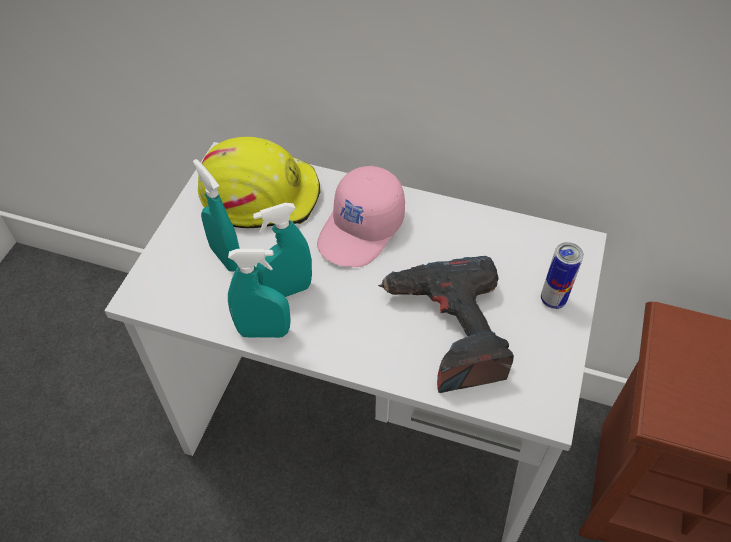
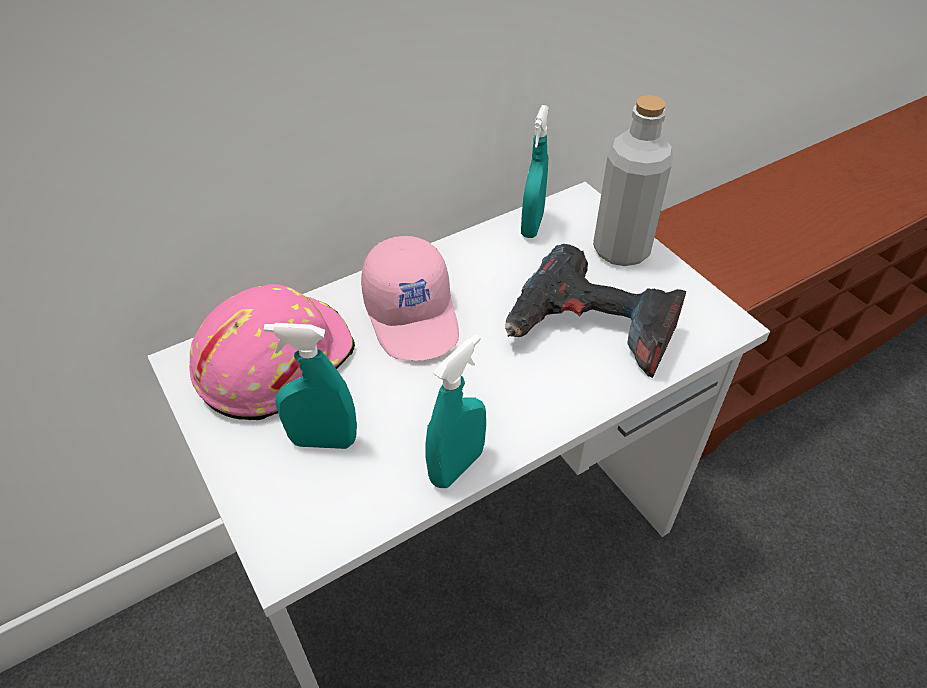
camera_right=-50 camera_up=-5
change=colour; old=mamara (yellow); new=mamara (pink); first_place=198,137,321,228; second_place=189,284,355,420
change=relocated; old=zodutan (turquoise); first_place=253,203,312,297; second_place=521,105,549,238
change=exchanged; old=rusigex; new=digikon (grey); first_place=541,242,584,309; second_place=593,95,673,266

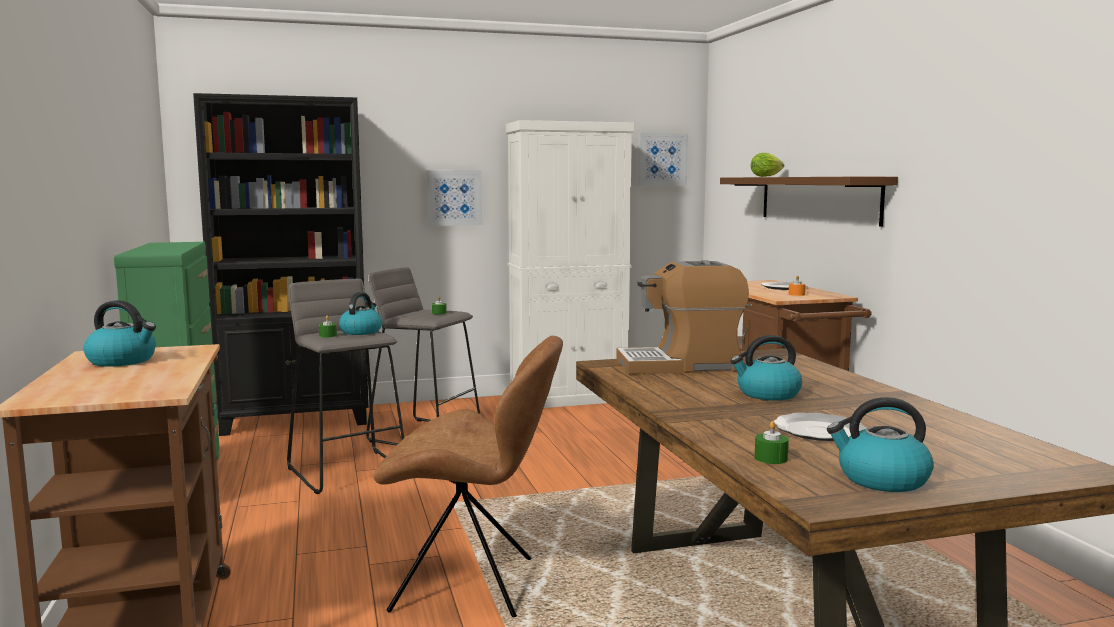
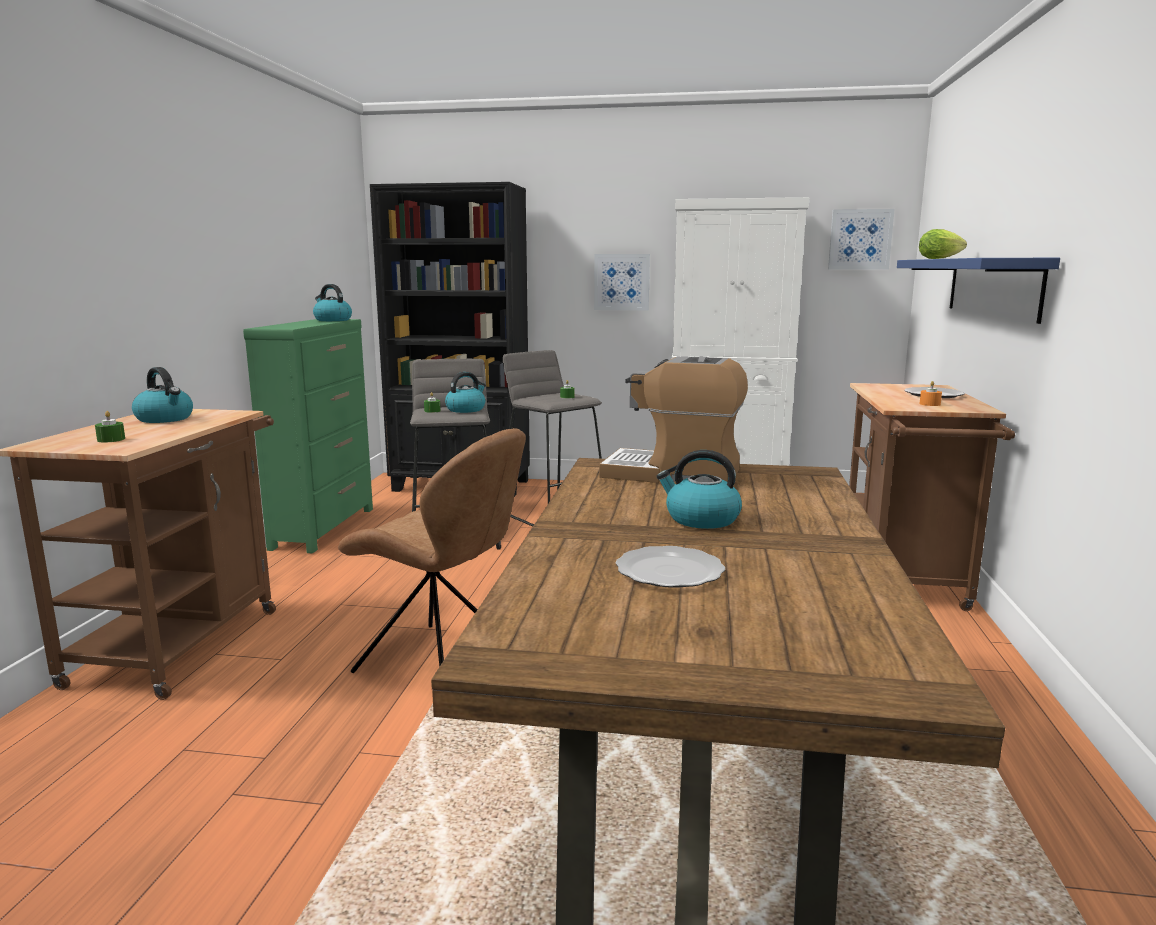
camera_right=25 camera_up=5
change=colour; old=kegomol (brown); new=kegomol (blue); first_place=720,177,898,227; second_place=897,258,1060,324
change=relocated; old=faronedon; first_place=827,397,934,492; second_place=313,284,352,321
change=relocated; old=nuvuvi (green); first_place=755,421,789,464; second_place=95,411,125,443

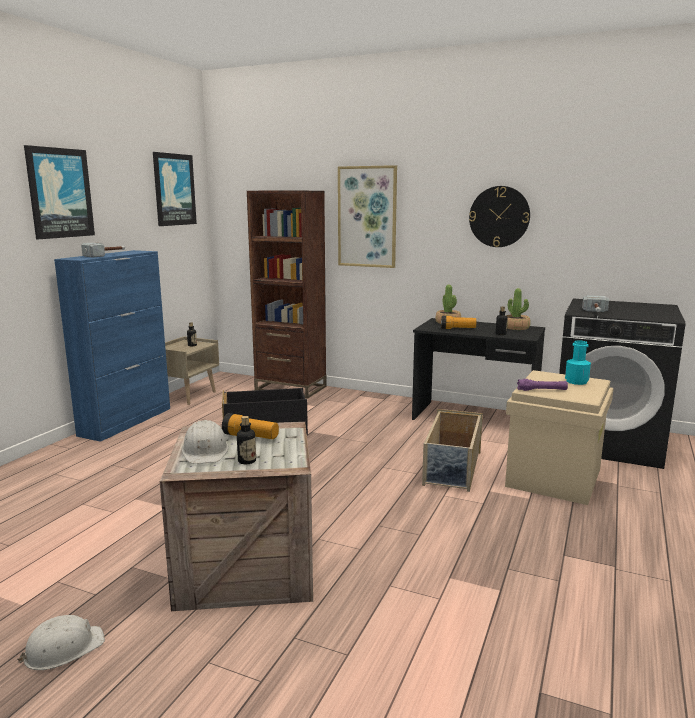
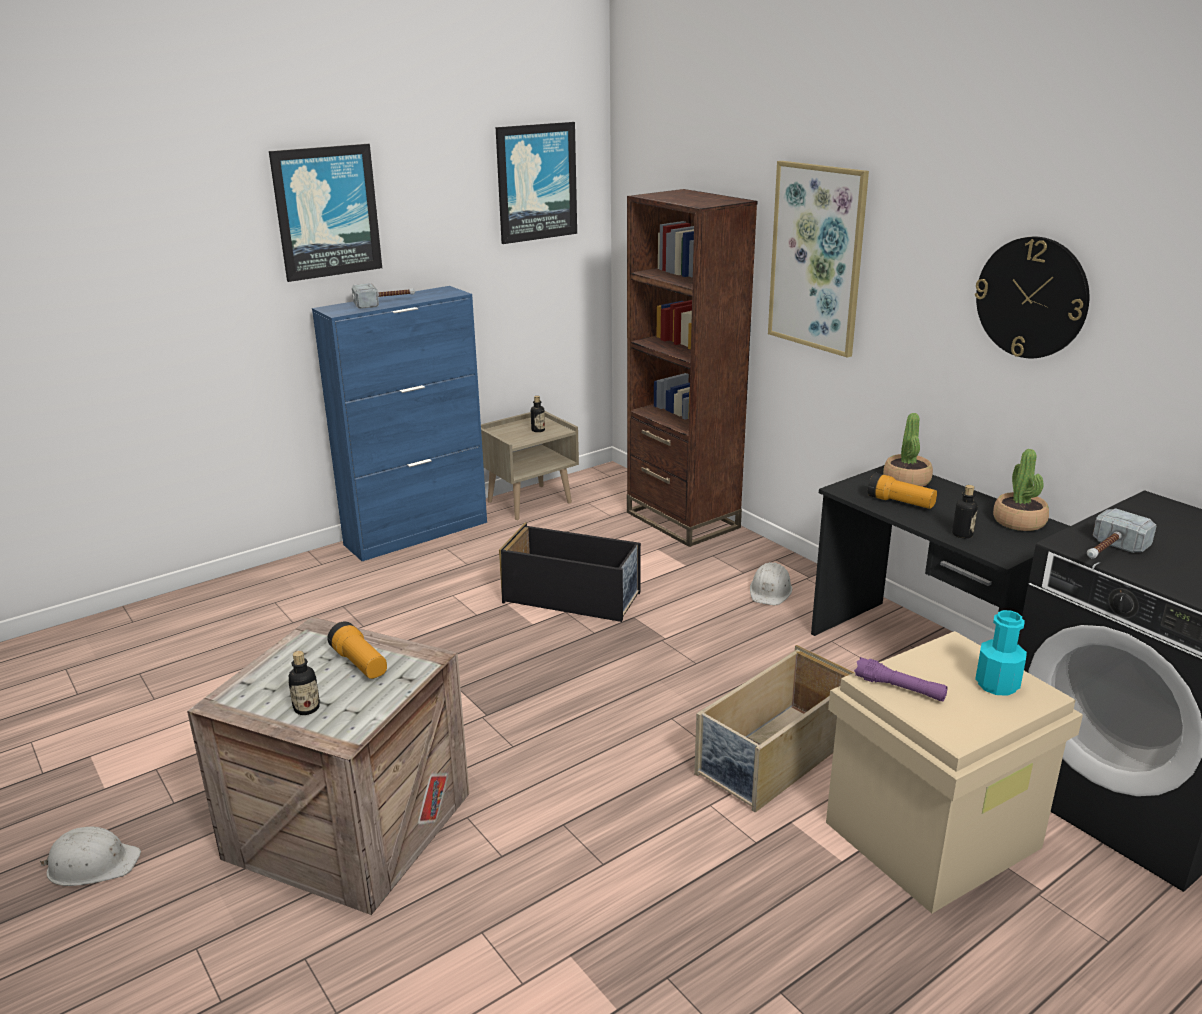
camera_right=30 camera_up=10
change=relocated; old=mamara (white); first_place=182,420,229,464; second_place=750,562,792,605

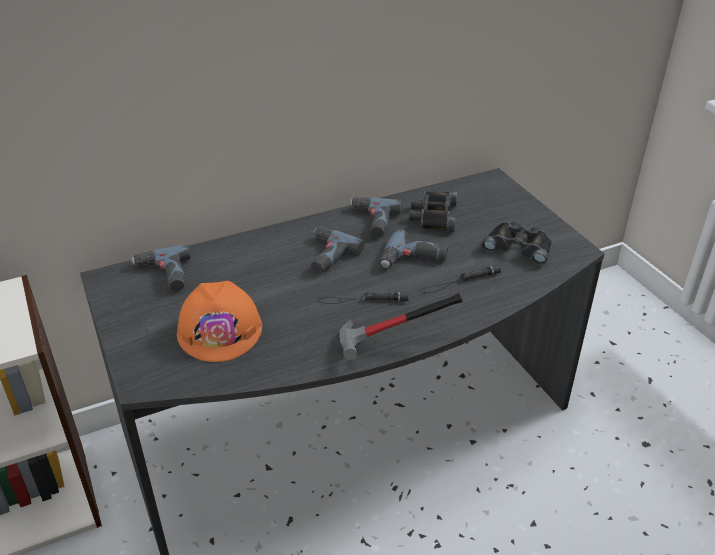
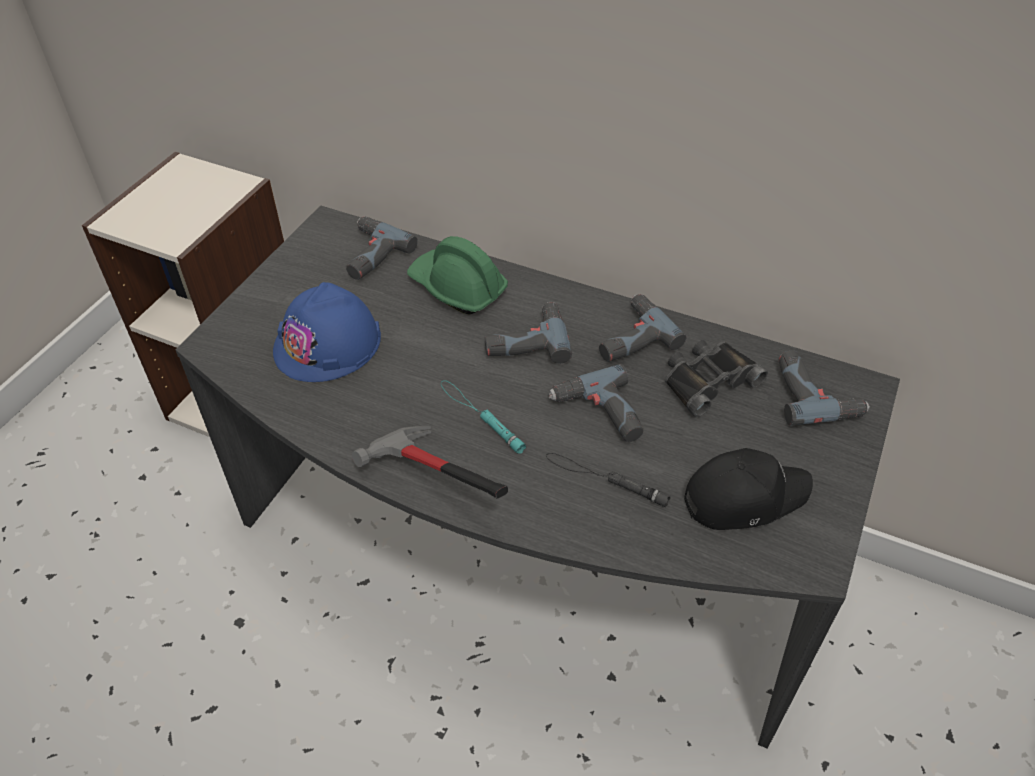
camera_right=50 camera_up=10
change=exchanged; old=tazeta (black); new=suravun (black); first_place=481,222,552,266; second_place=684,448,813,530
change=colour; old=mamara (orange); new=mamara (blue); first_place=177,281,262,362; second_place=273,282,381,382
change=colour; old=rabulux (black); new=rabulux (turquoise); first_place=317,292,409,304; second_place=441,380,526,454
change=appeared; new=mamara (green); second_place=407,236,508,315
change=appeared; new=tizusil; second_place=779,350,870,425

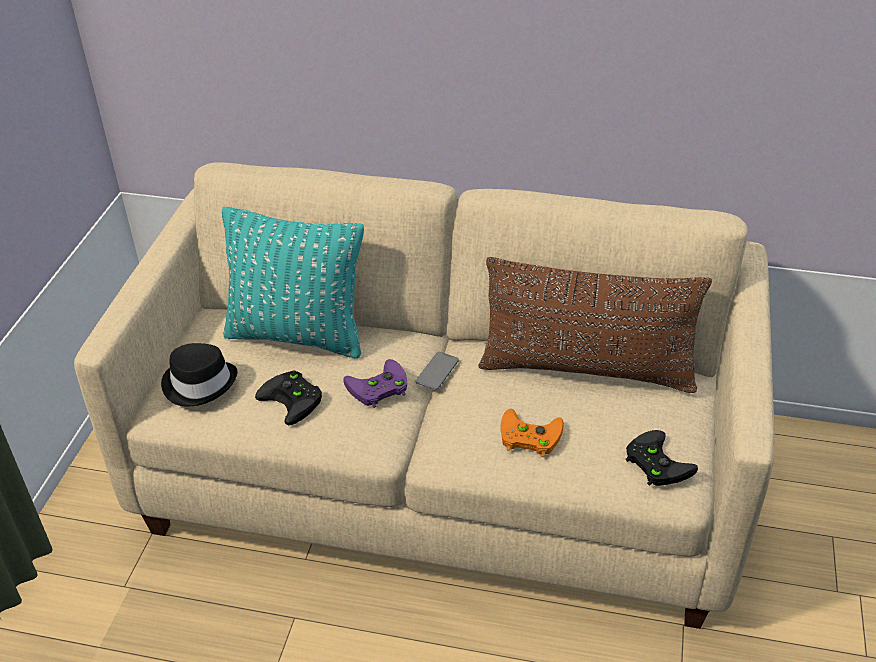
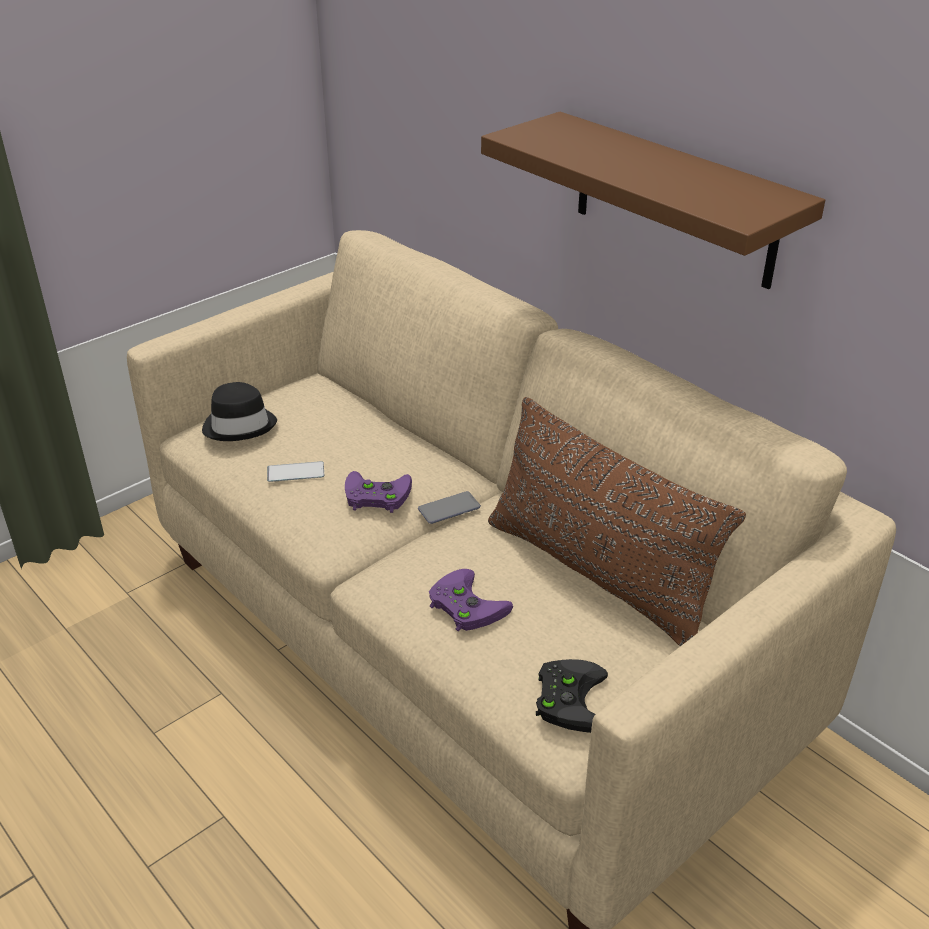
camera_right=35 camera_up=-5
change=missing; old=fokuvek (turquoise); first_place=222,207,364,358
change=exchanged; old=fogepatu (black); new=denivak; first_place=255,371,322,426; second_place=267,461,324,482
change=colour; old=fogepatu (orange); new=fogepatu (purple); first_place=501,409,564,457; second_place=429,569,513,632
change=appeared; new=kegomol (brown); second_place=481,112,825,289

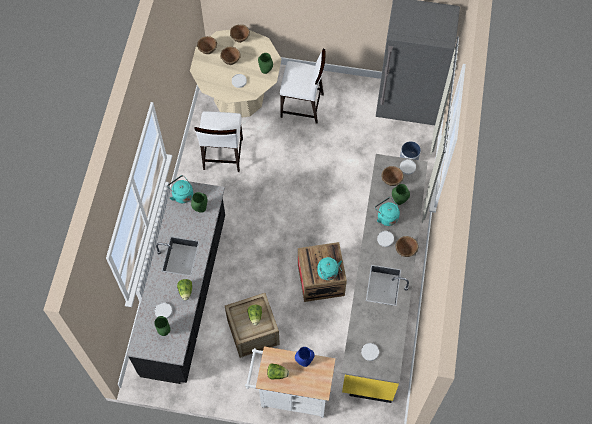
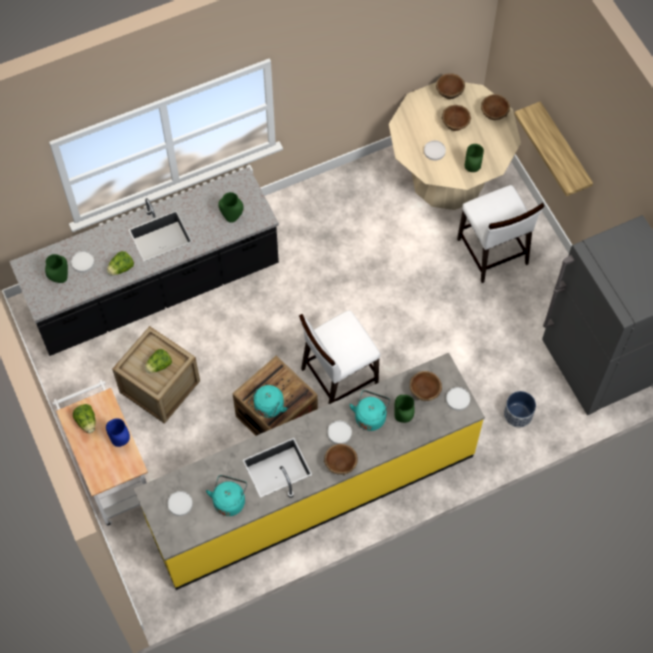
camera_right=55 camera_up=0
change=relocated; old=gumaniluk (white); first_place=195,111,243,172; second_place=299,310,381,404
change=relocated; old=faronedon (turquoise); first_place=167,175,193,203; second_place=206,475,247,516
change=appeared; new=kegomol; second_place=514,101,593,197

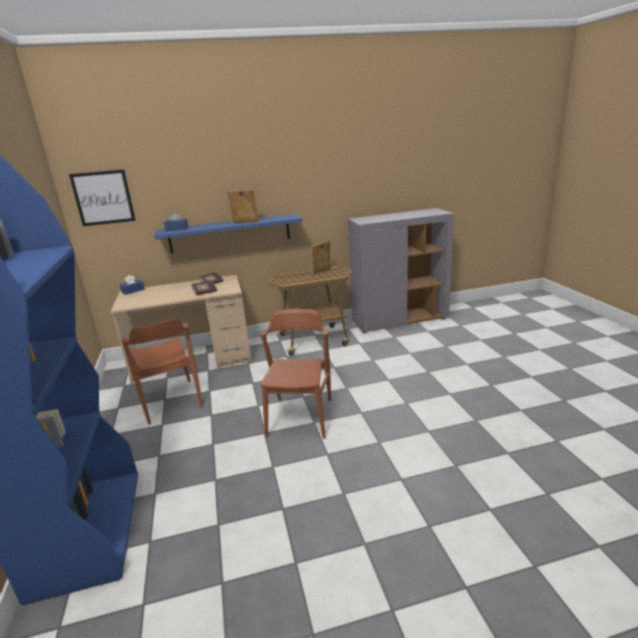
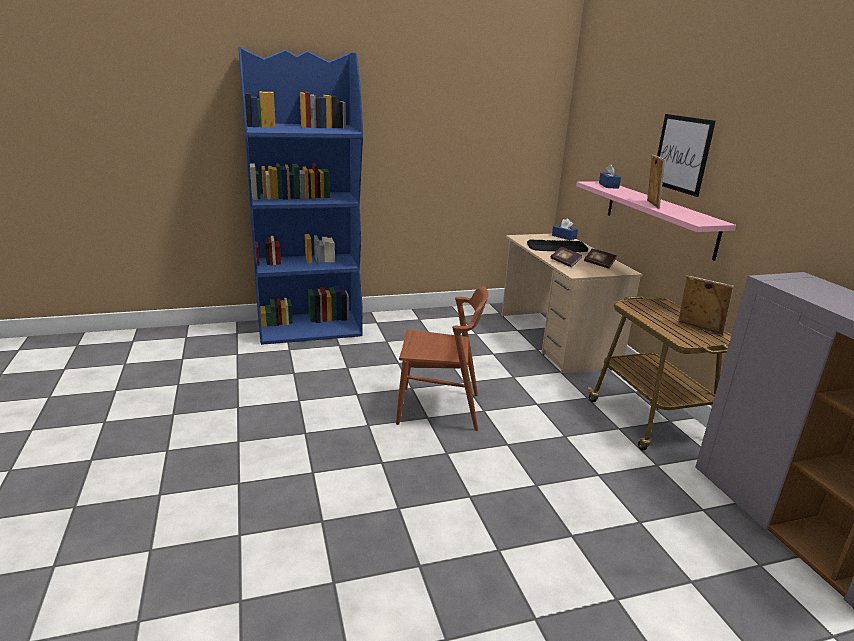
camera_right=85 camera_up=0
change=relocated; old=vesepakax; first_place=69,169,136,226; second_place=657,114,716,197
change=colour; old=kegomol (blue); new=kegomol (pink); first_place=154,214,302,254; second_place=576,181,736,261
change=missing; old=gumaniluk (brown); first_place=121,319,203,425
change=appeared; new=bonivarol; second_place=527,240,588,252

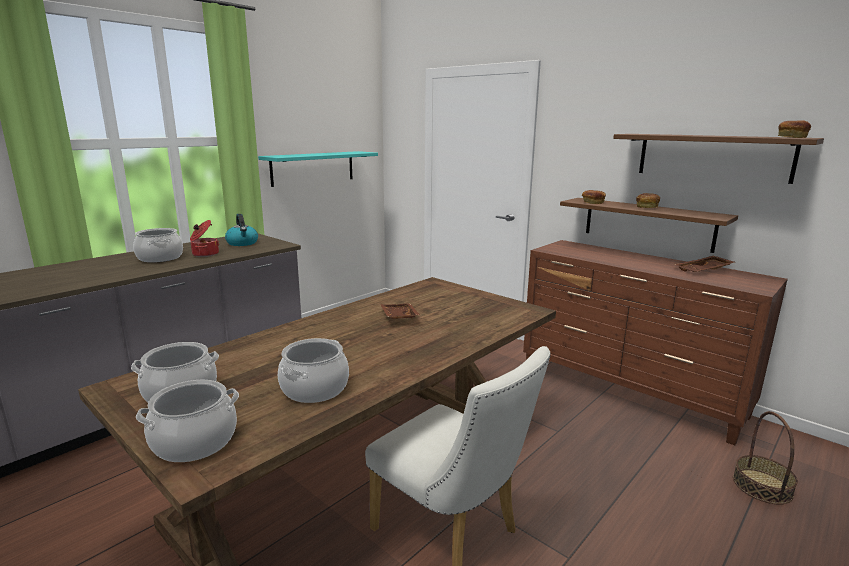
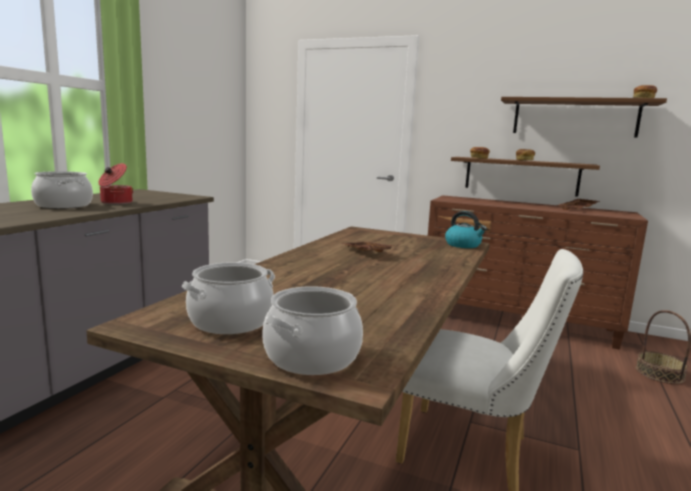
camera_right=-20 camera_up=-5
change=missing; old=kegomol (turquoise); first_place=258,151,378,187
change=relocated; old=faronedon; first_place=225,214,258,246; second_place=445,211,487,248
change=missing; old=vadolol; first_place=278,338,349,403

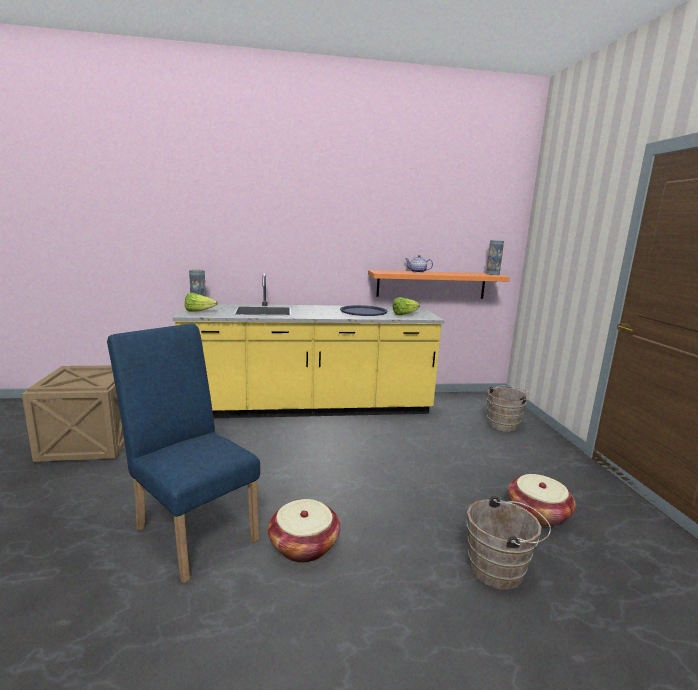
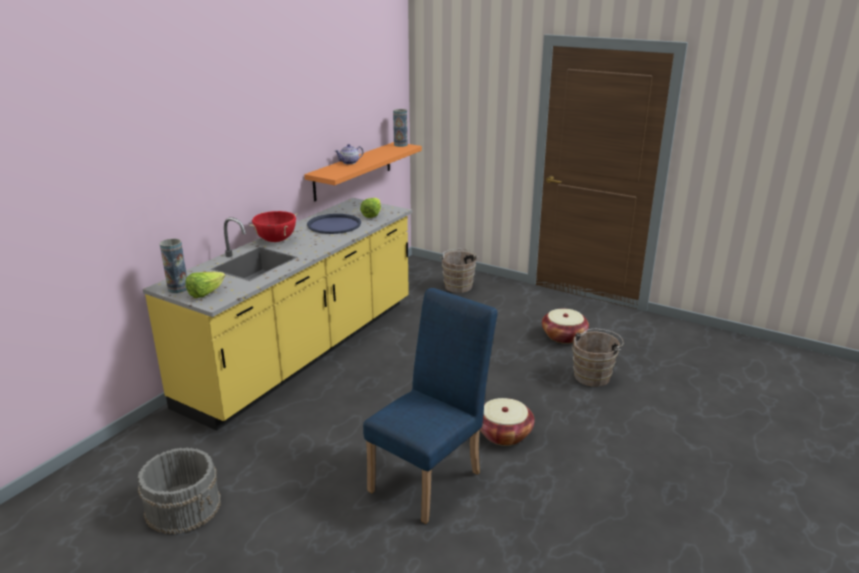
camera_right=-50 camera_up=10
change=spun; old=gumaniluk (blue); first_place=107,323,260,584; second_place=363,288,498,524; degrees=135
change=exchanged; old=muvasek; new=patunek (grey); first_place=22,365,125,462; second_place=138,448,221,534
change=appeared; new=vadolol (red); second_place=249,211,298,242

